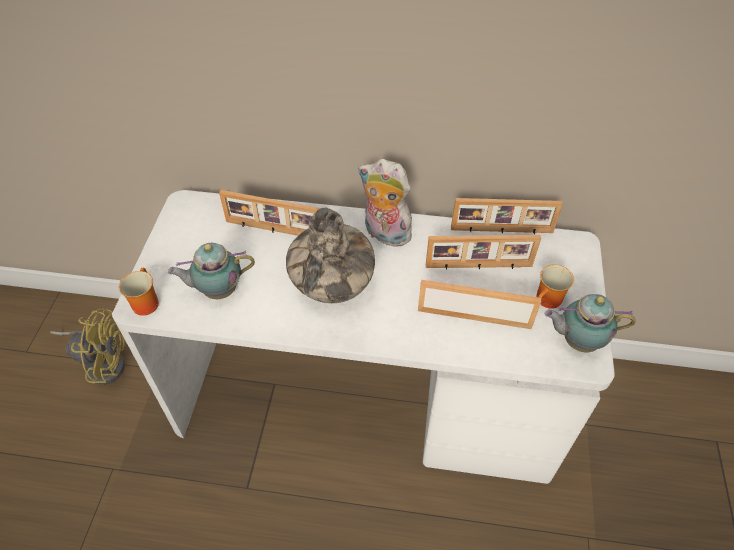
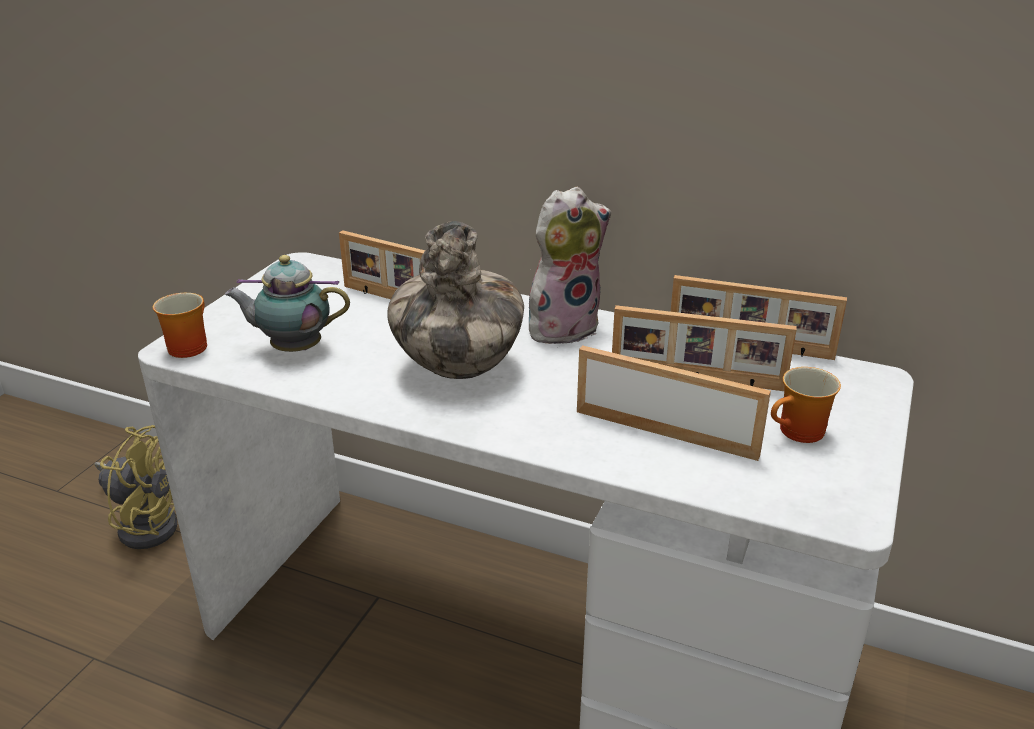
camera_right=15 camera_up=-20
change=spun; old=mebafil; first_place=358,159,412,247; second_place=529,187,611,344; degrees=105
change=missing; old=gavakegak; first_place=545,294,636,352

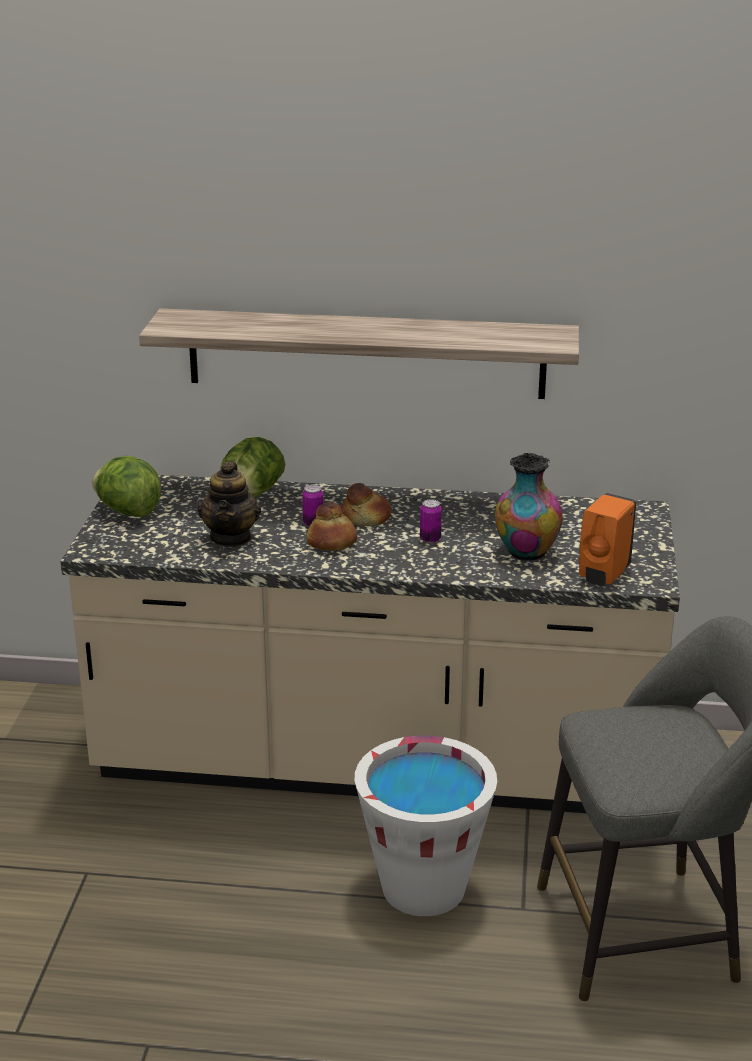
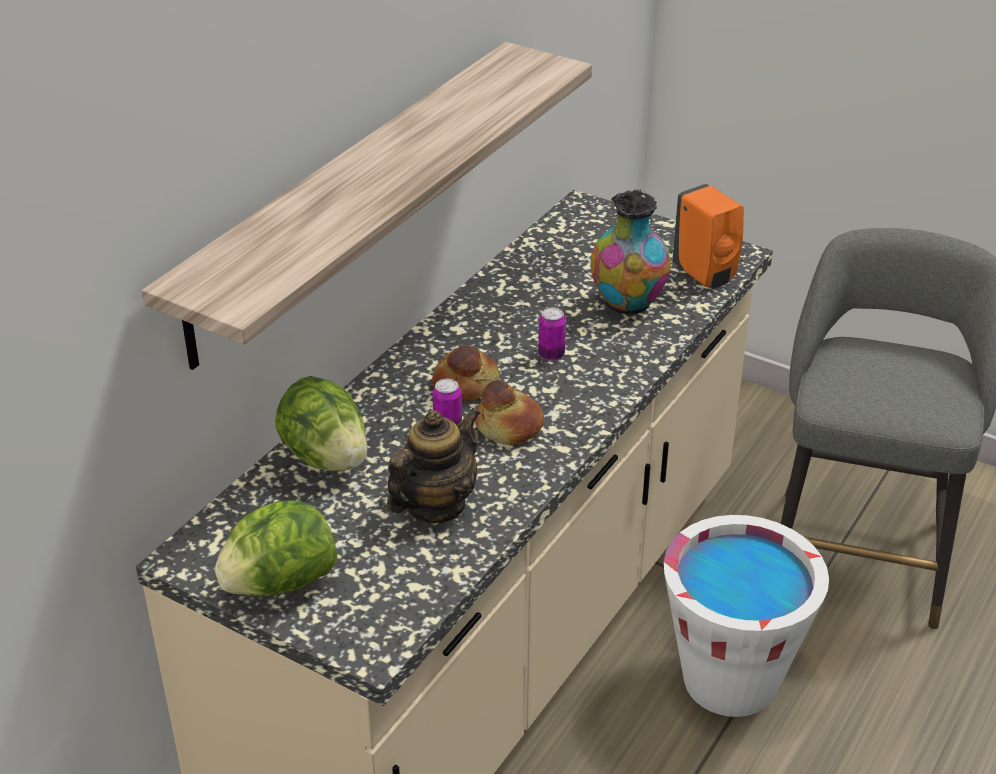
camera_right=-65 camera_up=10
change=spun; old=gavakegak; first_place=198,461,261,547; second_place=387,408,480,523; degrees=-75

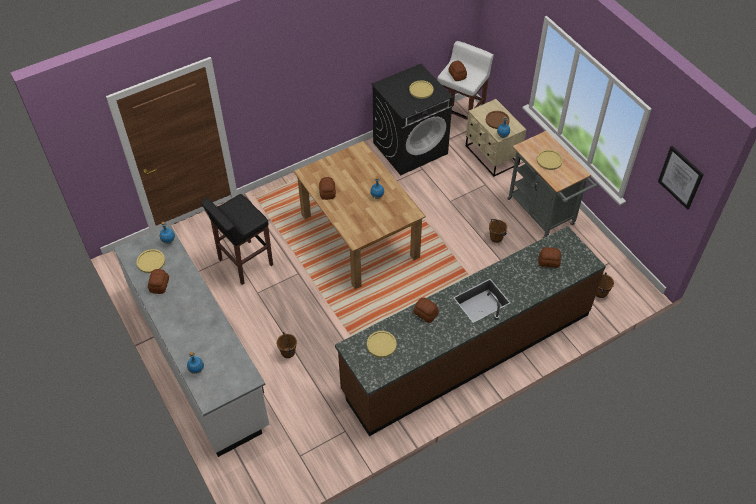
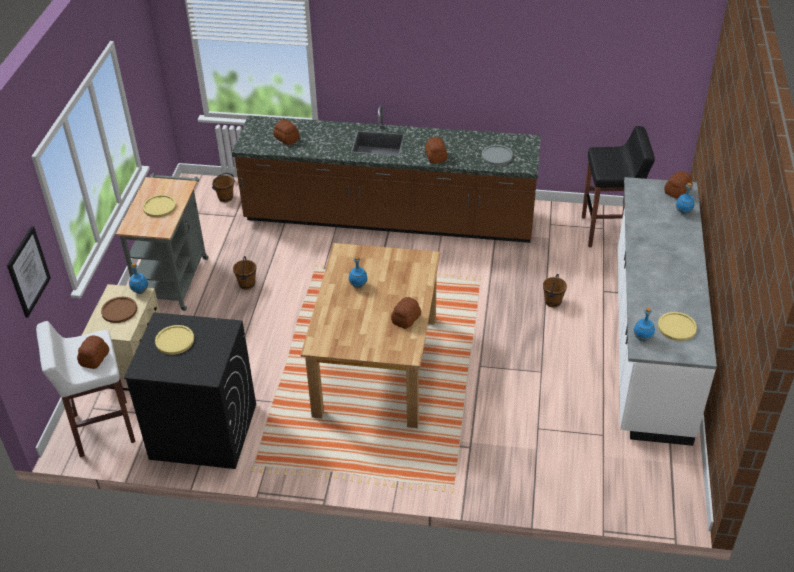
camera_right=-140 camera_up=-10
change=relocated; old=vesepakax; first_place=658,146,704,210; second_place=7,226,51,318
change=relocated; old=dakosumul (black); first_place=201,194,273,285; second_place=582,126,655,247
change=relocated; old=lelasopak; first_place=148,269,169,294; second_place=664,171,693,199
change=colour; old=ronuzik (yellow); new=ronuzik (grey); first_place=367,331,397,358; second_place=482,145,513,165

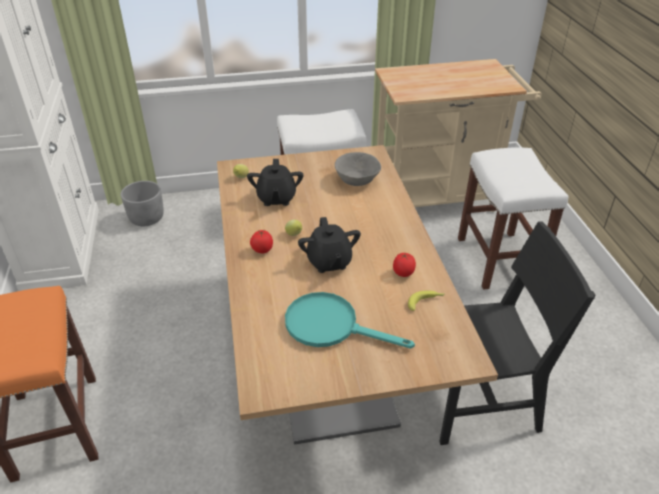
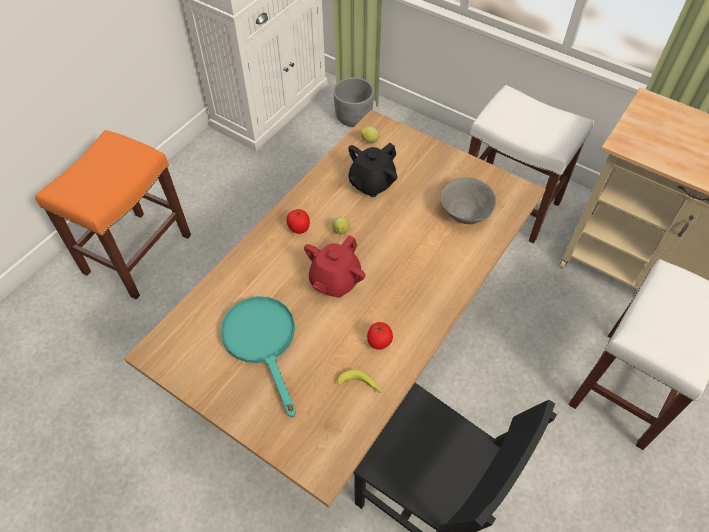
camera_right=45 camera_up=15
change=colour; old=gavakegak (black); new=gavakegak (red); first_place=298,217,361,273; second_place=304,235,365,298

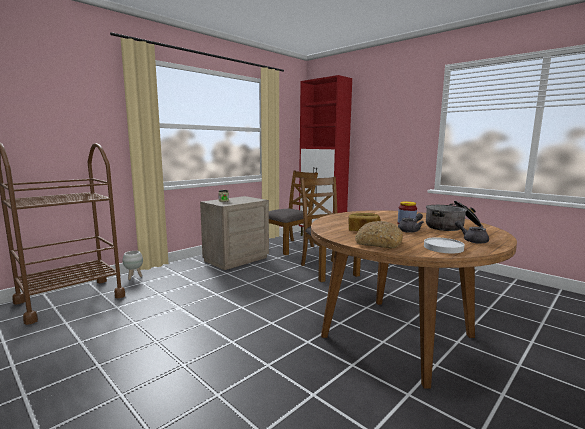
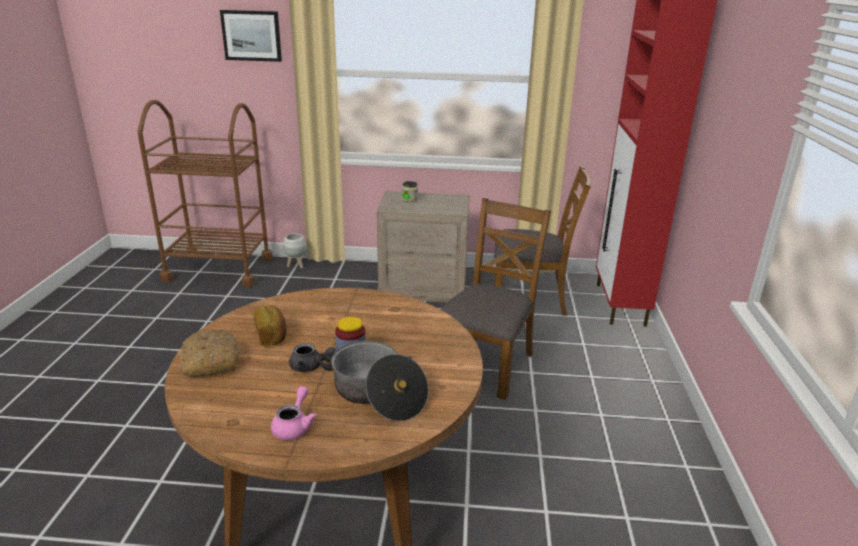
camera_right=50 camera_up=15
change=colour; old=gavakegak (grey); new=gavakegak (pink); first_place=455,220,489,244; second_place=271,386,317,440
change=missing; old=ronuzik (white); first_place=424,237,465,253
change=appeared; new=vesepakax; second_place=220,10,282,62

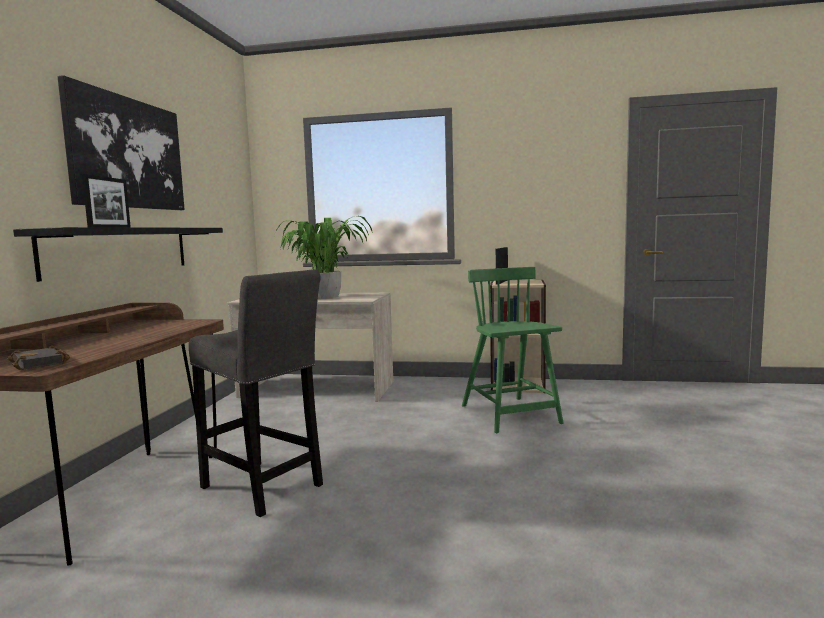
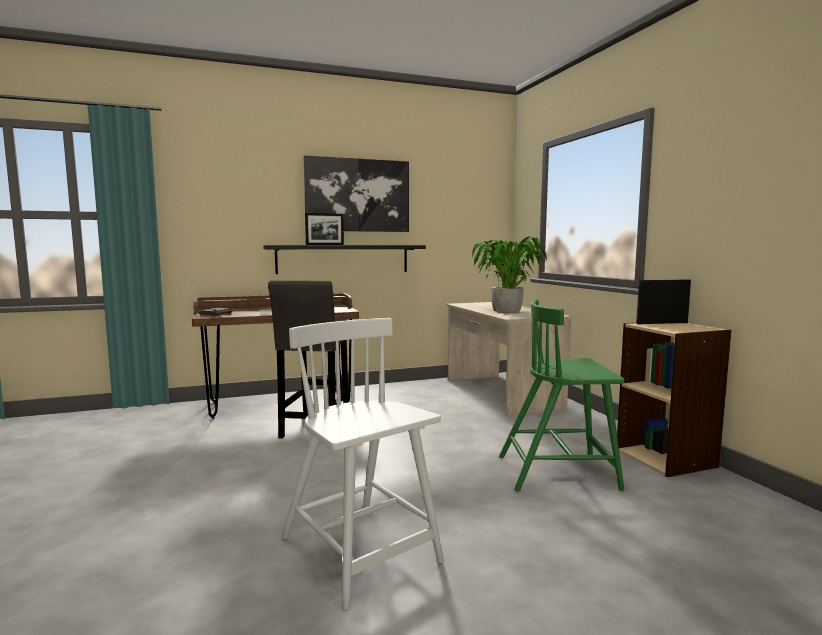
camera_right=60 camera_up=0
change=spun; old=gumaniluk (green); first_place=462,267,563,433; second_place=499,300,625,492; degrees=-135
change=appeared; new=gumaniluk (white); second_place=281,318,444,610

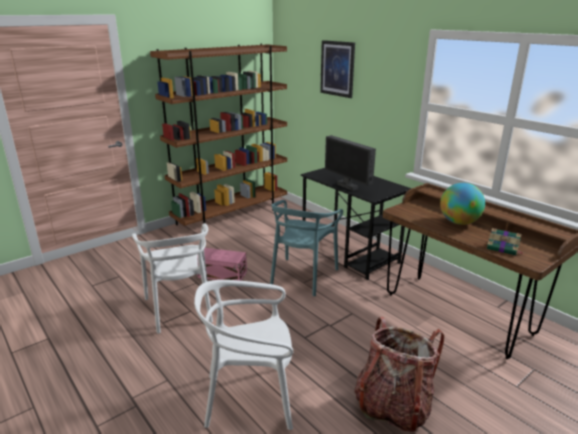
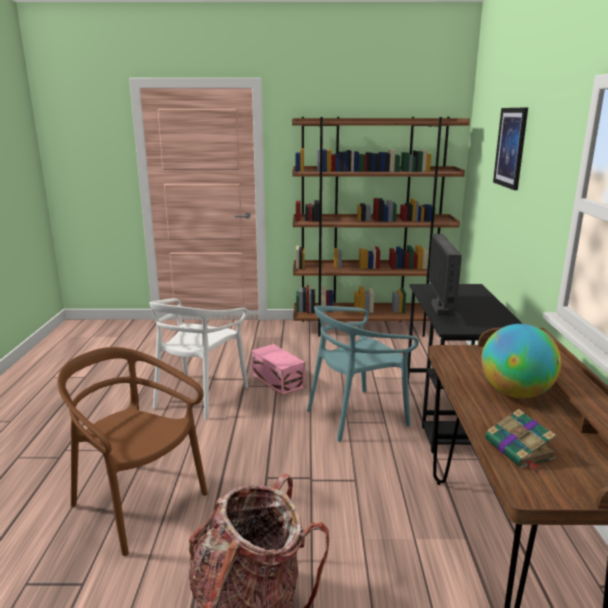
camera_right=40 camera_up=-5
change=colour; old=gumaniluk (white); new=gumaniluk (brown); first_place=194,280,293,430; second_place=57,347,208,556

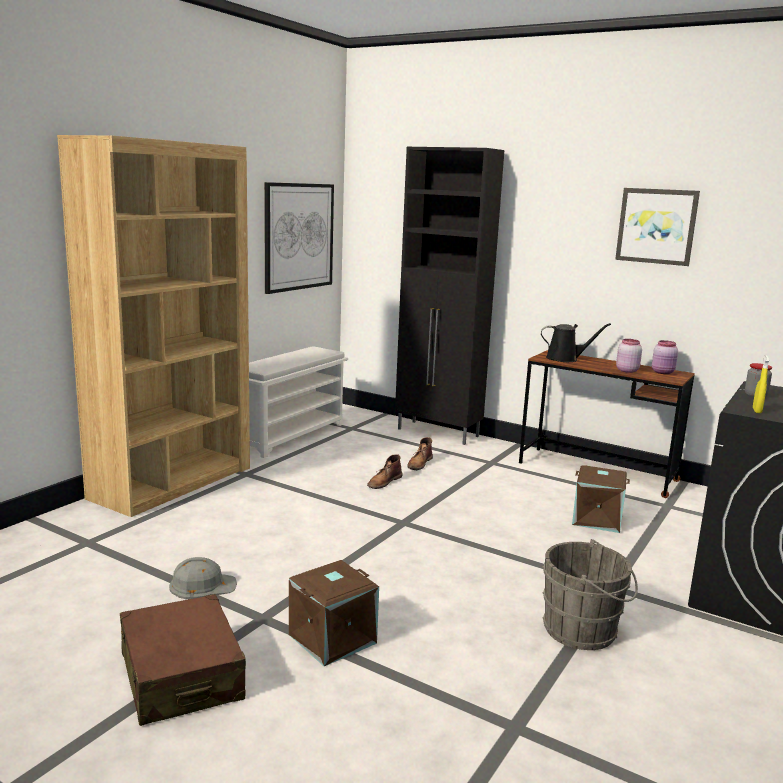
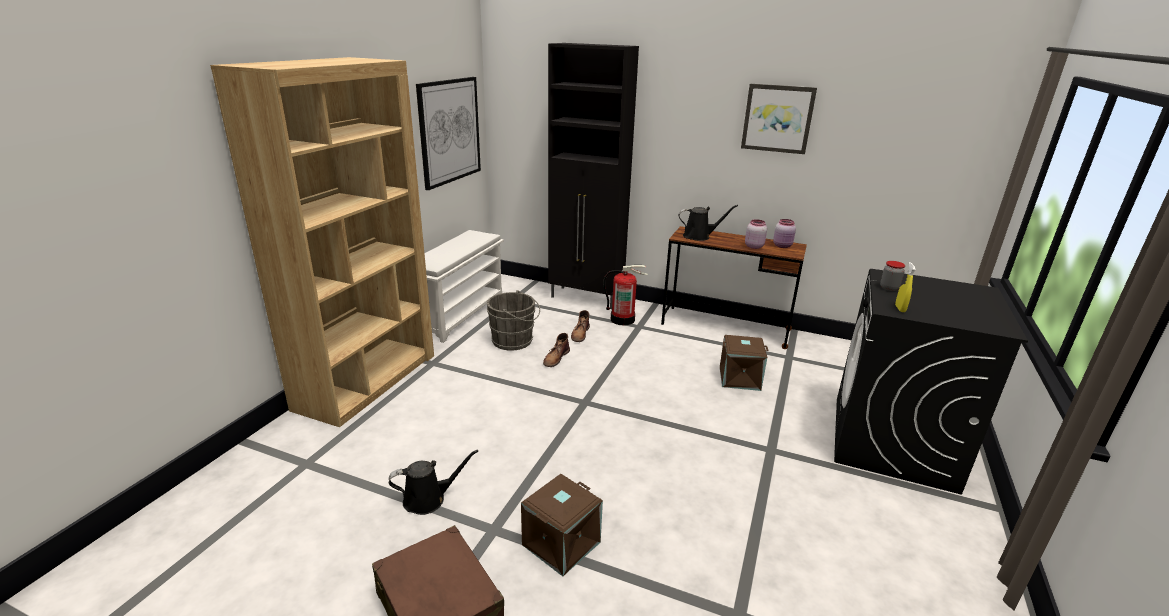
camera_right=-10 camera_up=10
change=relocated; old=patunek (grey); first_place=542,539,638,650; second_place=487,290,540,351
change=exchanged; old=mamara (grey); new=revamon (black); first_place=169,557,237,599; second_place=389,450,478,515
change=appeared; new=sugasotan; second_place=603,265,648,326

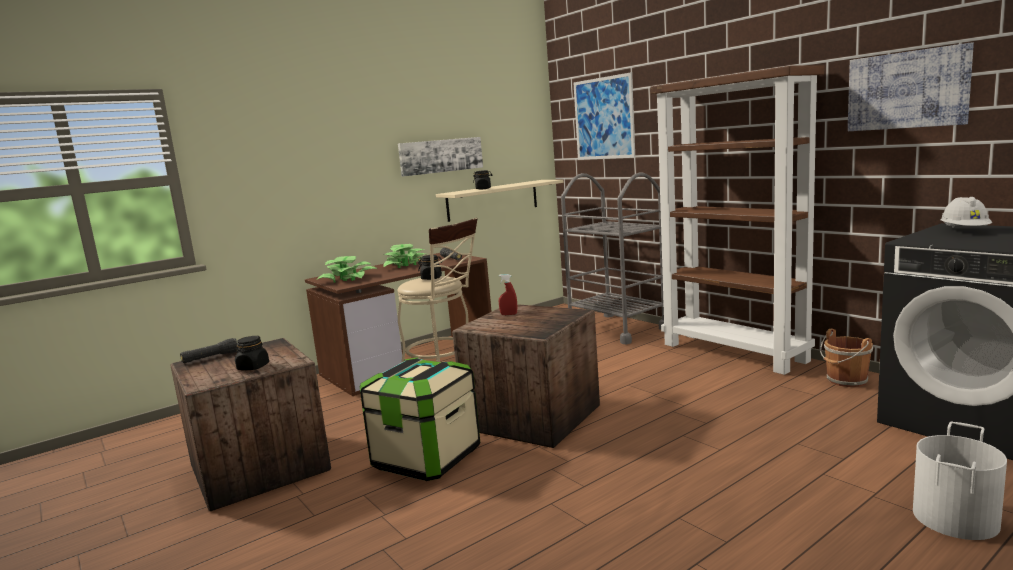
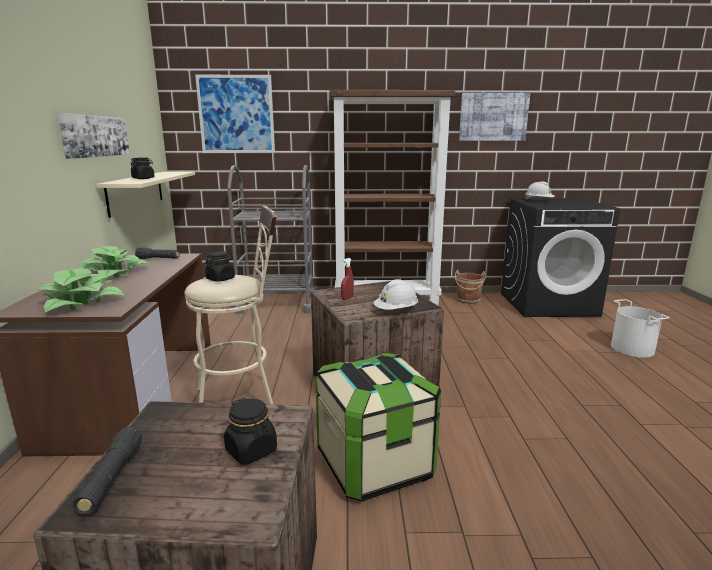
camera_right=-55 camera_up=5
change=appeared; new=mamara (white); second_place=374,279,418,310

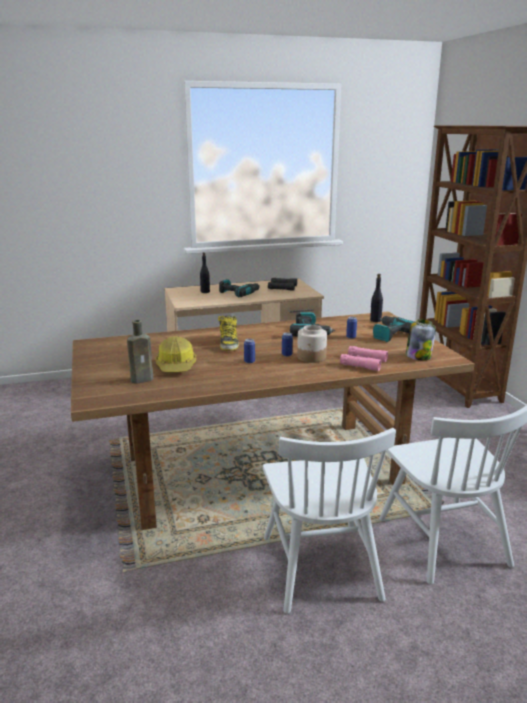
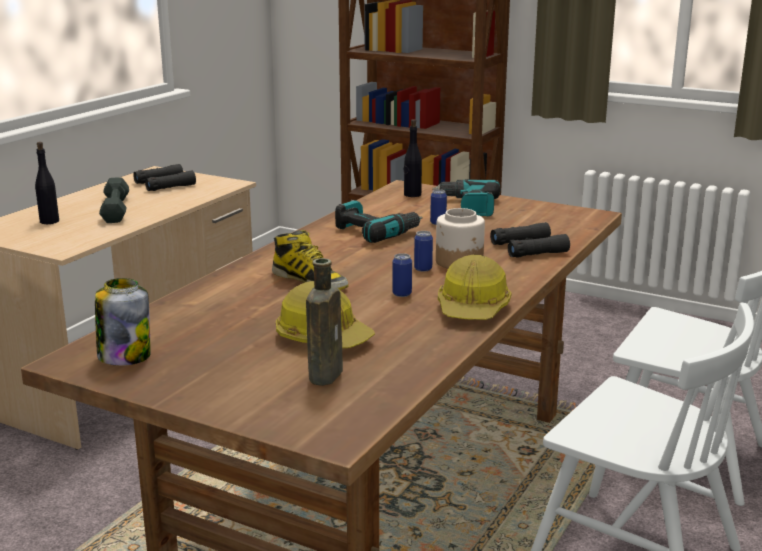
camera_right=-45 camera_up=0
change=exchanged; old=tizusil; new=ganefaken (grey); first_place=219,279,260,297; second_place=99,177,129,223
change=relocated; old=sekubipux; first_place=406,319,436,360; second_place=95,278,151,366
change=colour; old=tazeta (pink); new=tazeta (black); first_place=340,346,388,371; second_place=490,222,570,258
change=appeared; new=mamara; second_place=438,255,512,320

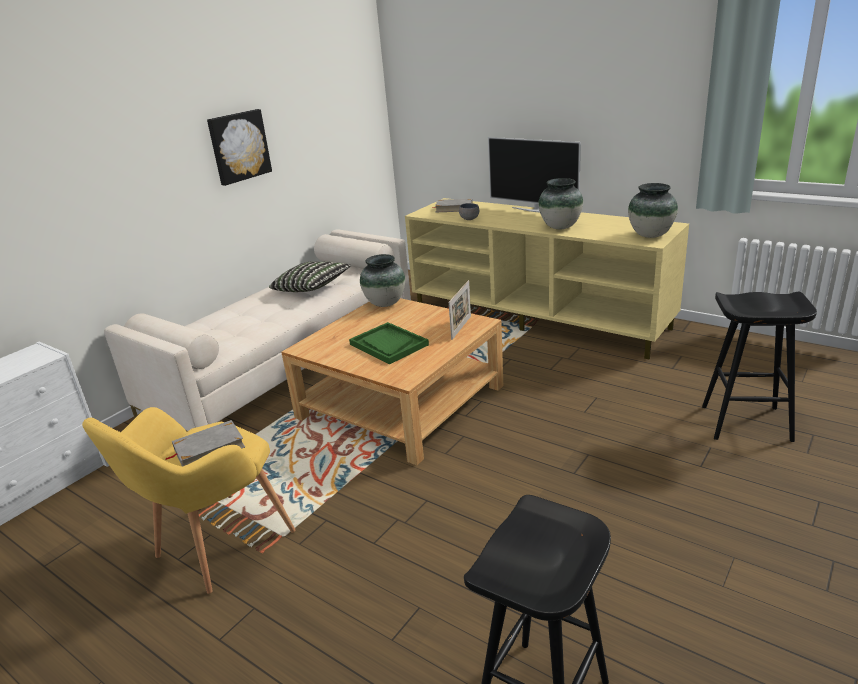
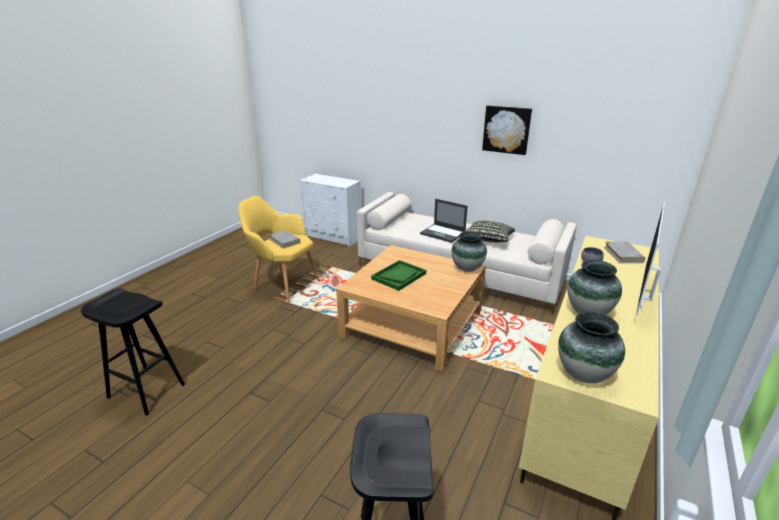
camera_right=80 camera_up=0
change=missing; old=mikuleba; first_place=449,280,471,340
change=appeared; new=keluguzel; second_place=420,199,468,243

